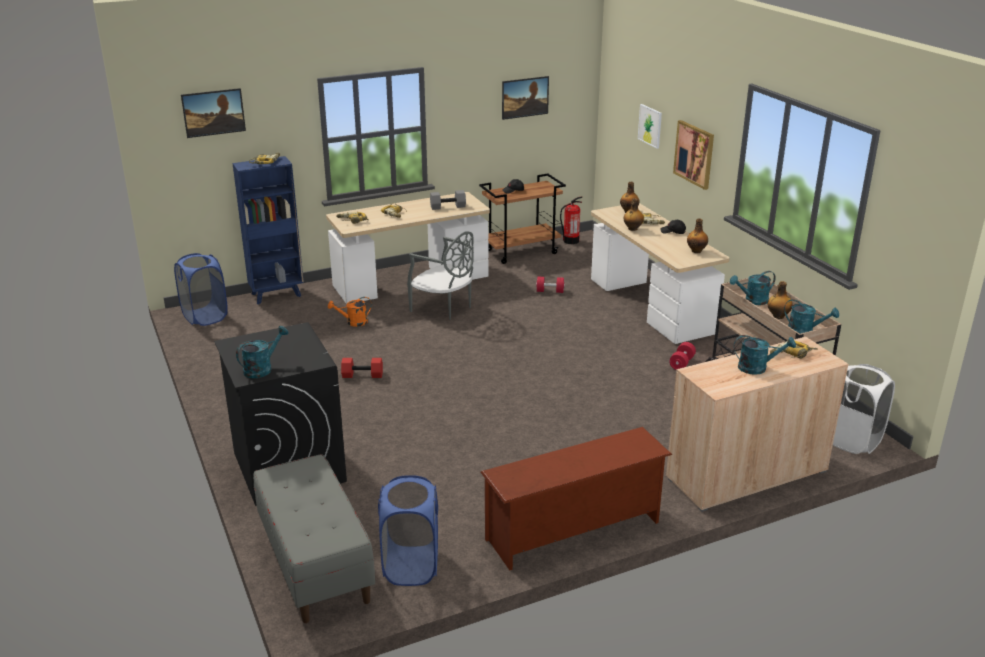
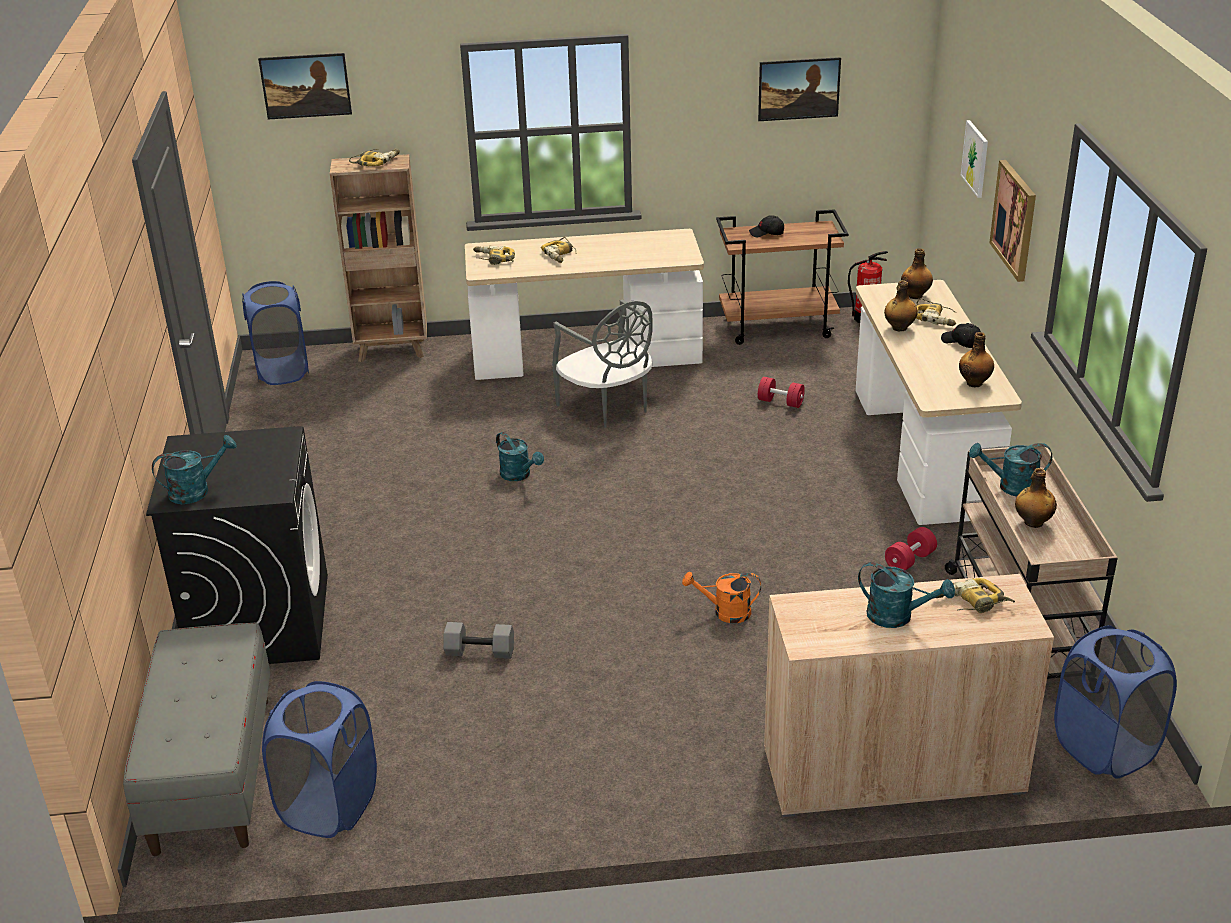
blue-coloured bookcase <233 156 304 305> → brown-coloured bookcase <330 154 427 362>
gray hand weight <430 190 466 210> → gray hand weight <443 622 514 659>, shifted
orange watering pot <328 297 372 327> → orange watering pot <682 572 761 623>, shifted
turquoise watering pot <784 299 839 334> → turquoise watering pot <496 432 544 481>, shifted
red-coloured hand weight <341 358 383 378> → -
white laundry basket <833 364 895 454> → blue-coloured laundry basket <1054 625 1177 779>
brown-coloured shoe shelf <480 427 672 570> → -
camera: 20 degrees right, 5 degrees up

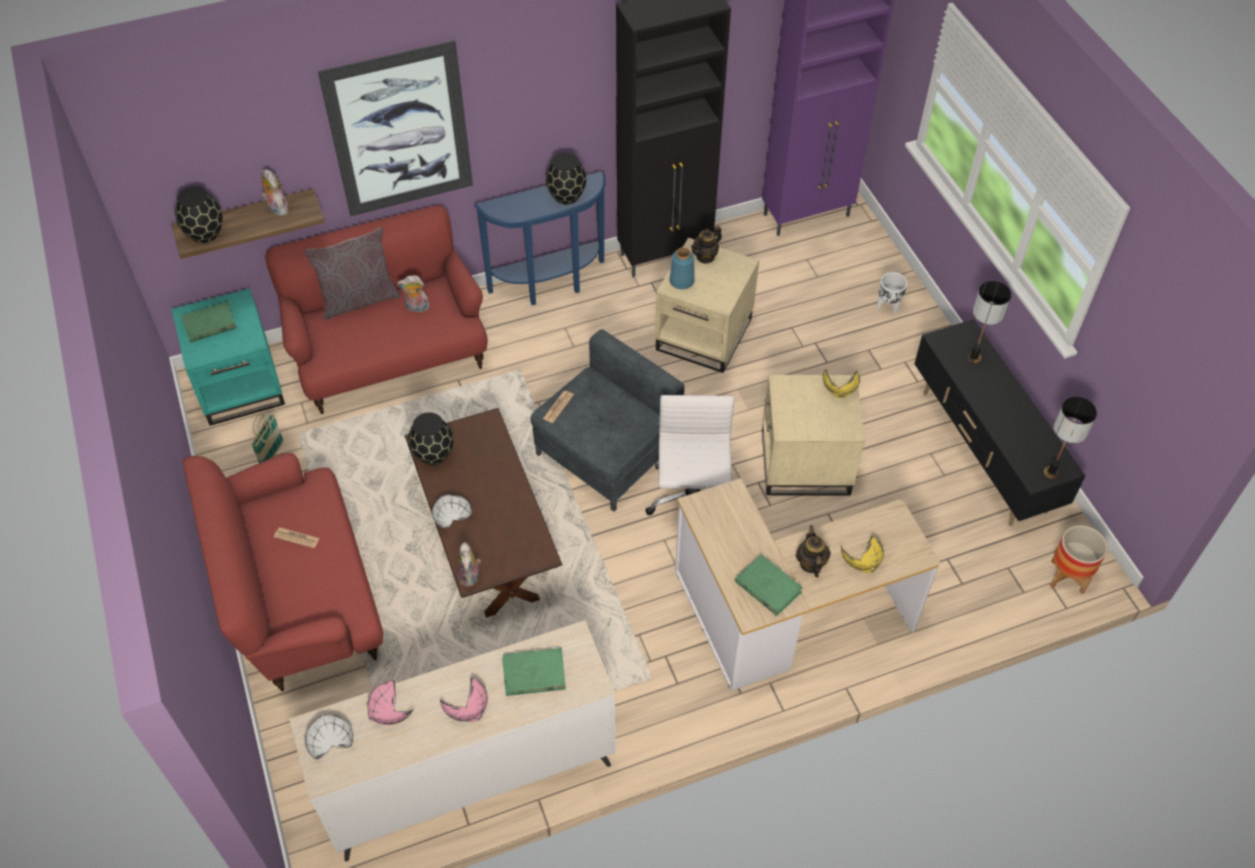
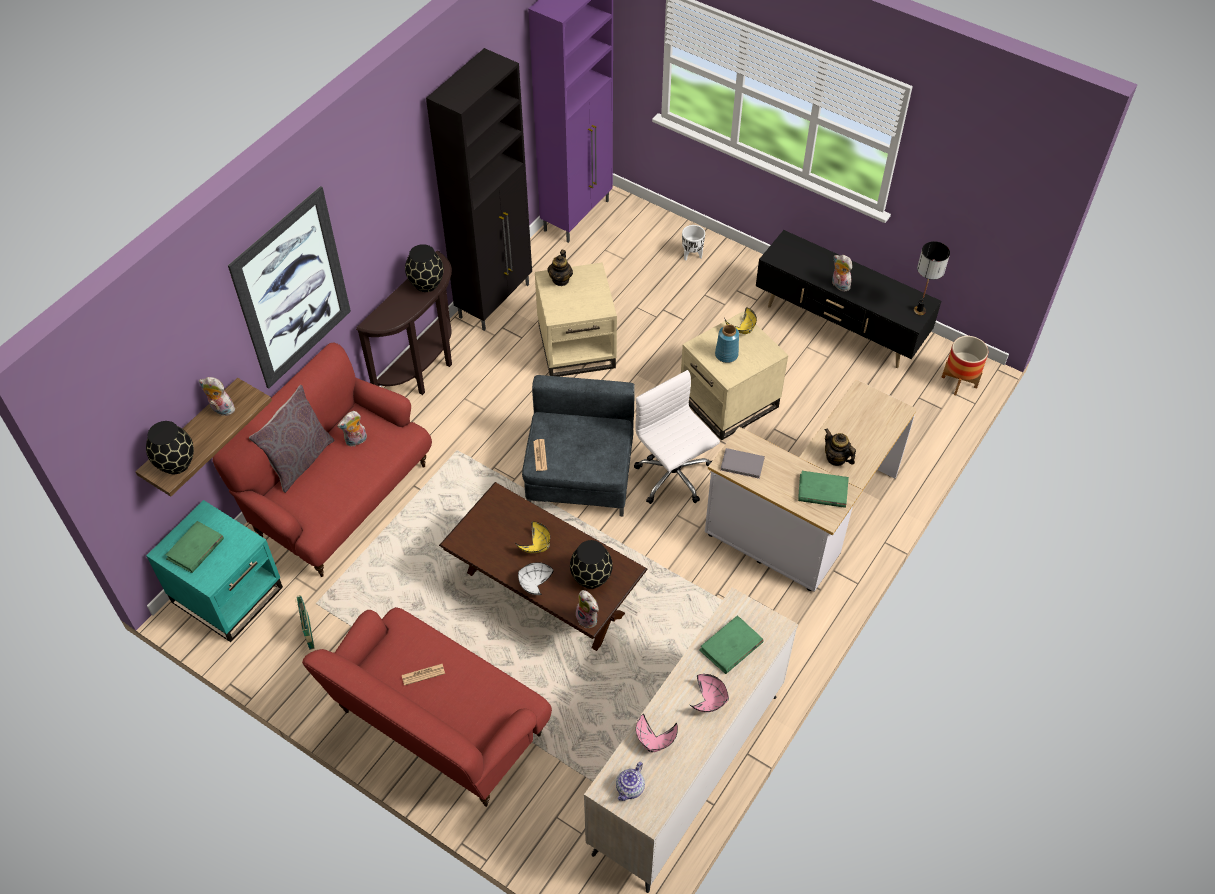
blue-coloured console table <474 171 606 305> → brown-coloured console table <356 251 452 395>
blue-coloured vase <669 247 695 290> → blue-coloured vase <715 324 739 363>, shifted
lamp for a table <967 281 1012 363> → -
black vase <408 412 454 465> → black vase <570 540 613 589>, shifted
yellowish serving bowl <841 536 884 573> → yellowish serving bowl <515 521 550 553>, shifted
white serving bowl <305 715 353 759> → tea pot <616 762 645 801>
- → cuddly toy <832 255 852 291>
- → gray bound book <721 448 765 479>
camera: 35 degrees left, 0 degrees up

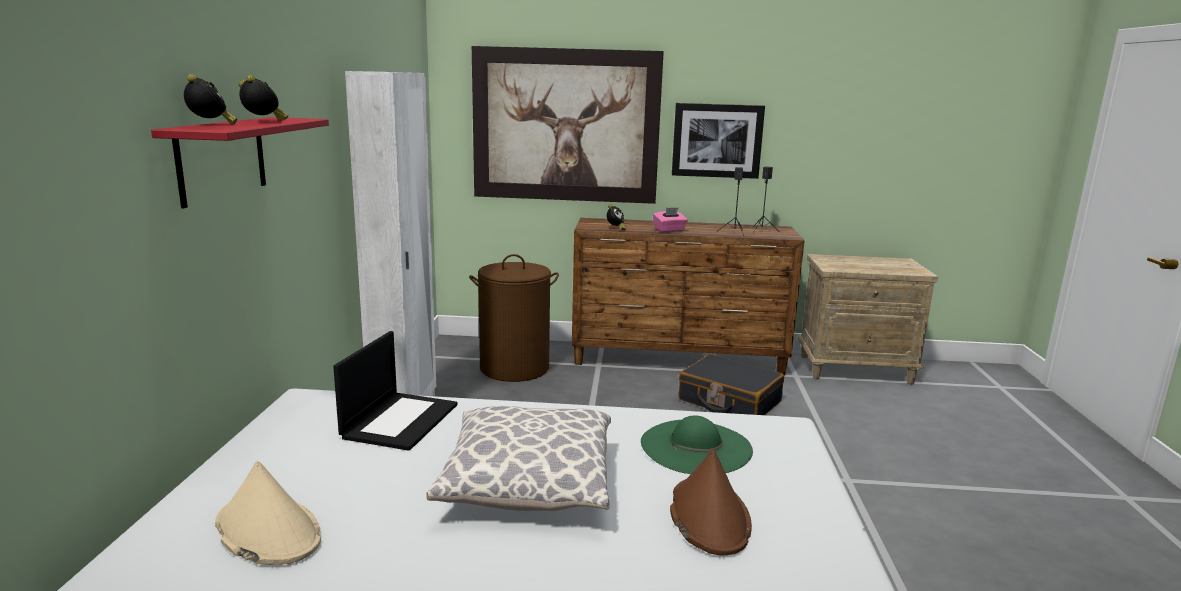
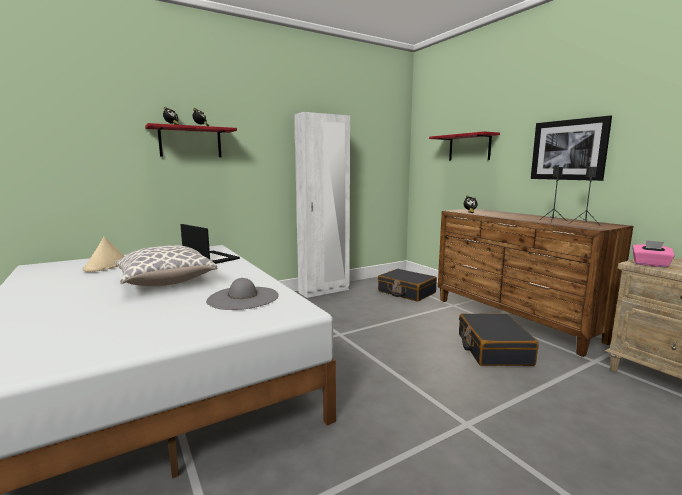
wall picture <472 46 664 204> → red-coloured bracket shelf <429 131 500 161>
pinkish tissue box <653 207 688 233> → pinkish tissue box <632 240 675 267>, shifted
brown-coloured laundry basket <469 254 559 382> → black travel case <378 269 437 302>
notebook computer <333 331 457 451> → notebook computer <180 224 240 264>, 120 degrees counterclockwise
green hat <641 416 753 474> → gray hat <206 278 279 310>
brown-coloured hat <670 449 752 555> → -
camera: 55 degrees right, 5 degrees down

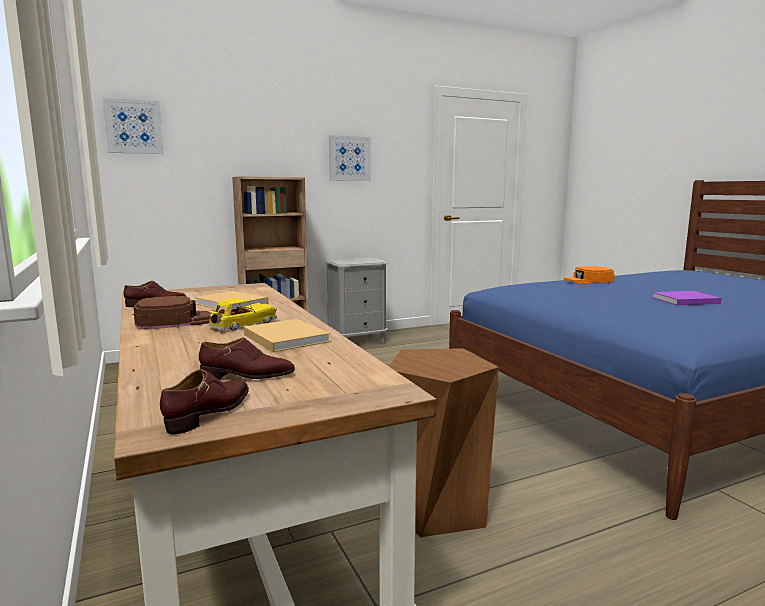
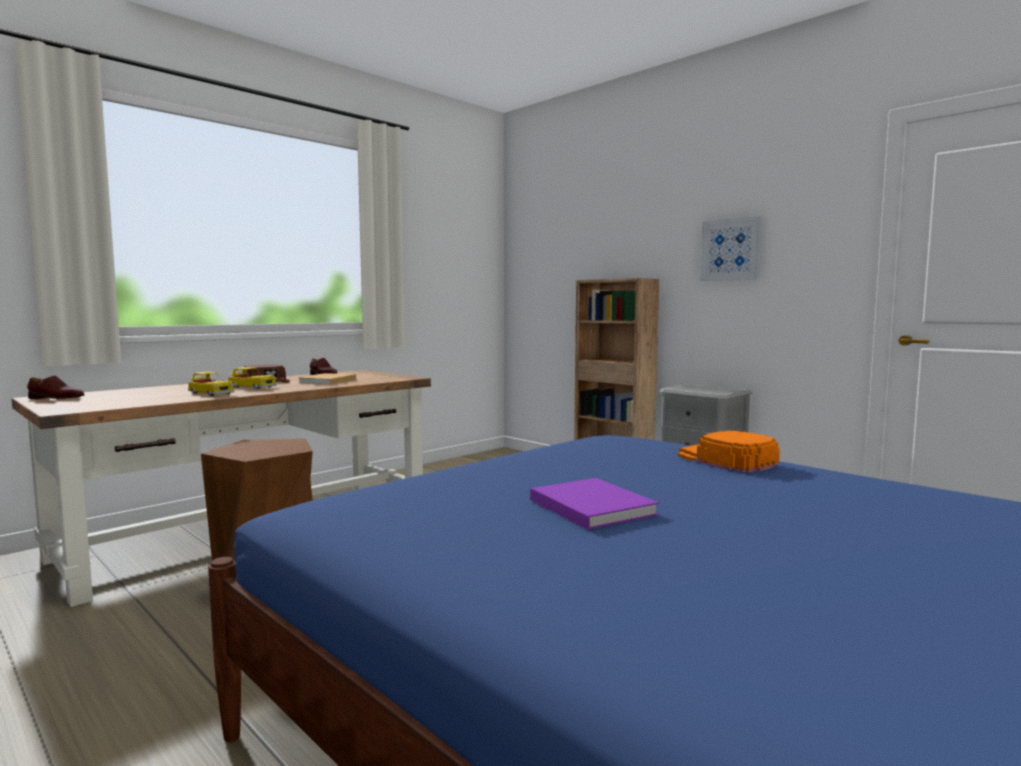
wall picture <102 98 164 154> → -
beige bound book <244 319 331 352> → model car <188 372 234 396>
brown-coloured low shoe <199 338 295 380> → -
camera: 70 degrees right, 5 degrees down

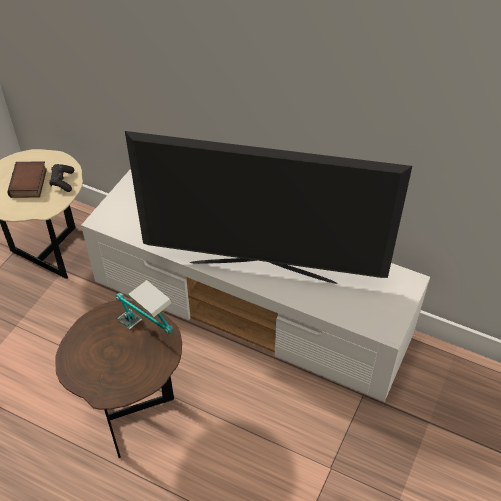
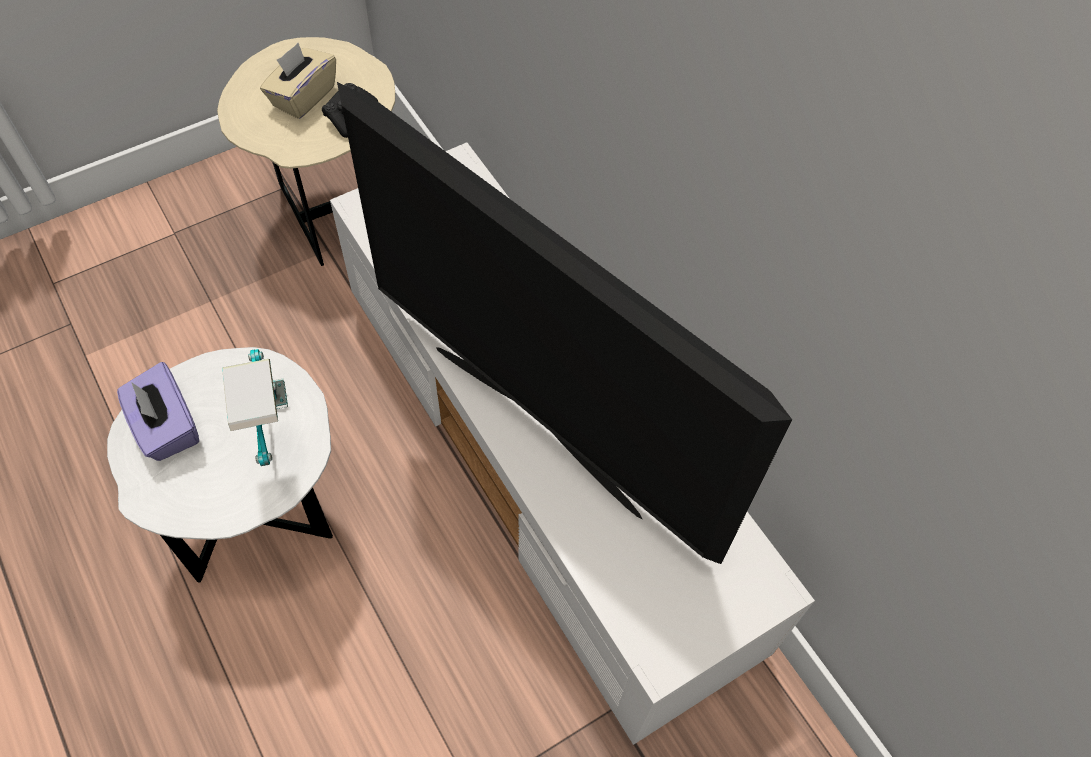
bound book <7 162 47 198> → beige tissue box <260 43 336 119>
brown-coloured side table <55 300 182 458> → white side table <107 347 333 583>
- → purple tissue box <117 362 199 461>
camera: 30 degrees right, 10 degrees up

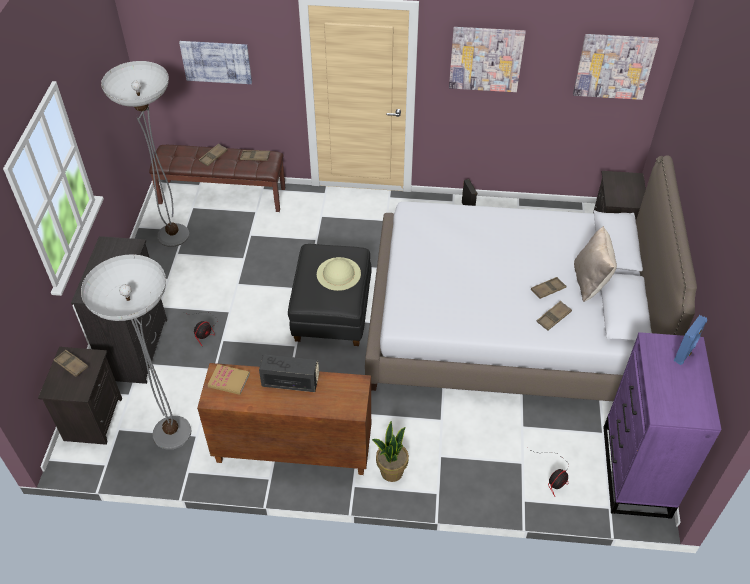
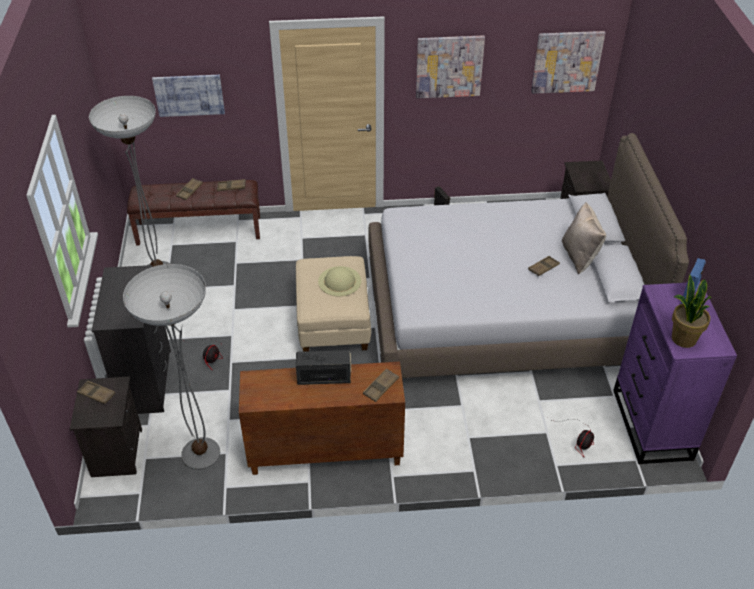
black pouffe <288 244 372 346> → beige pouffe <296 256 371 352>
brown-coloured carrying tray <536 301 572 331> → brown-coloured carrying tray <363 368 399 402>, shifted
bound book <208 364 250 395> → -
houseplant <372 421 409 482> → houseplant <672 275 712 348>, shifted
camera: 10 degrees left, 5 degrees down

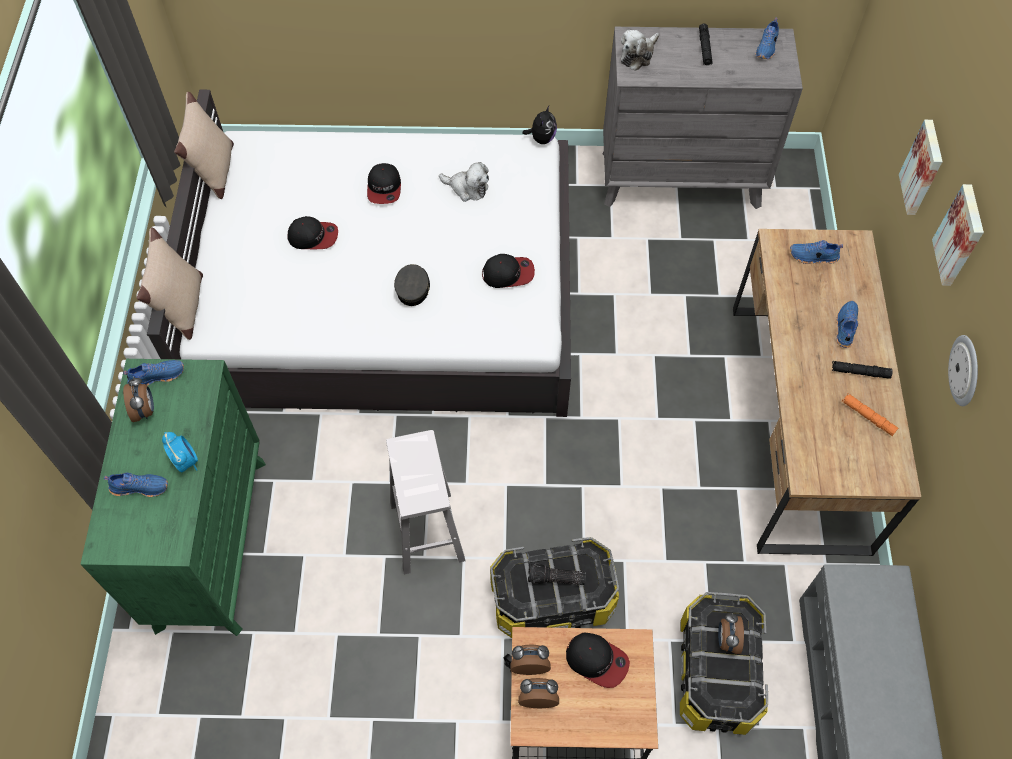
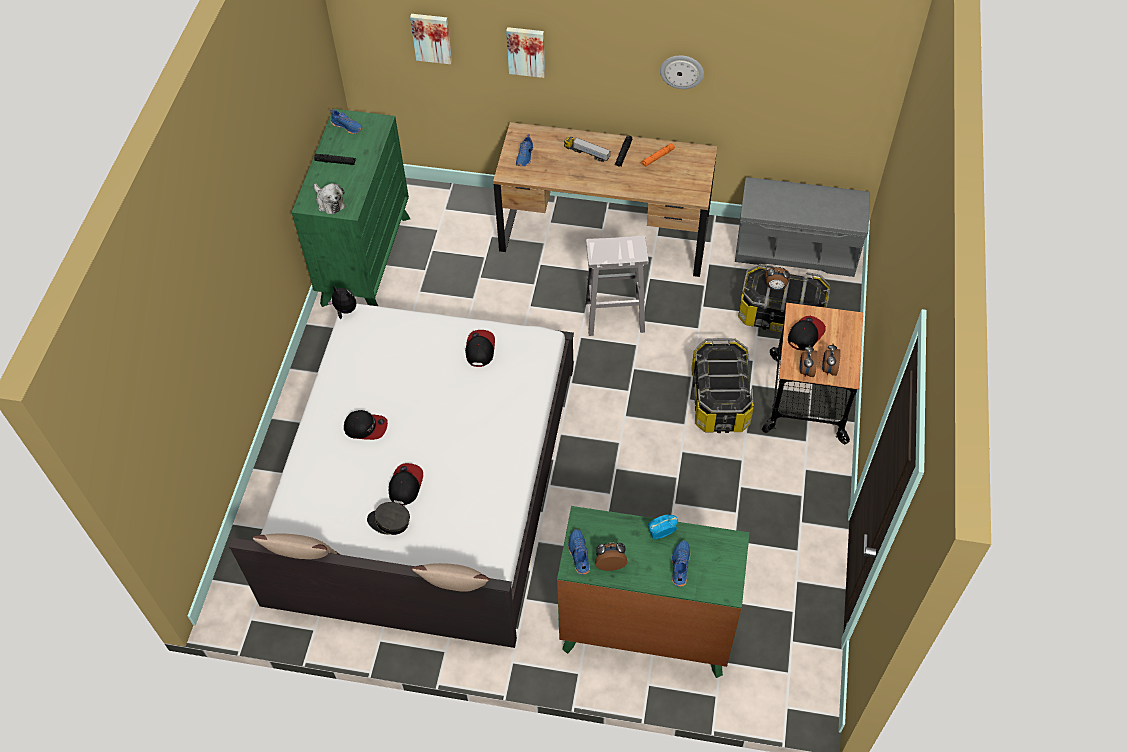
gray dresser <603 27 803 209> → green dresser <292 109 410 307>
cuddly toy <439 162 489 202> → -
wall picture <932 184 984 286> → wall picture <410 14 452 64>, shifted
gray peaked cap <394 264 430 306> → gray peaked cap <367 502 410 535>, shifted
blue-coloured low shoe <836 301 858 348> → model truck <564 137 611 162>
white stool seat <386 430 465 574> → white stool seat <585 235 649 336>, shifted
flashlight <528 563 586 585> → -
camera: 80 degrees left, 5 degrees down

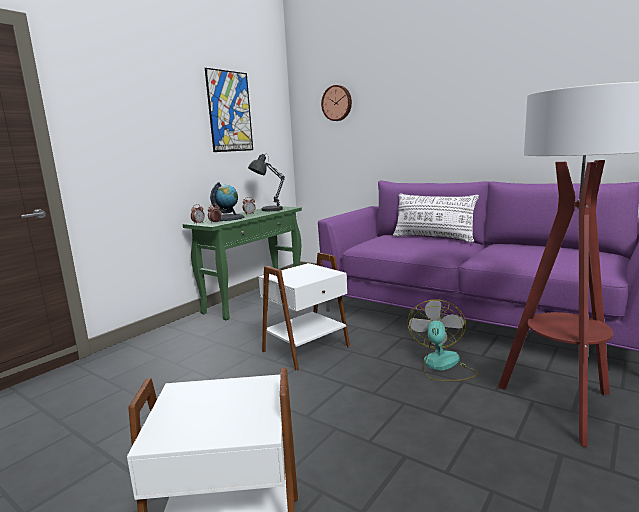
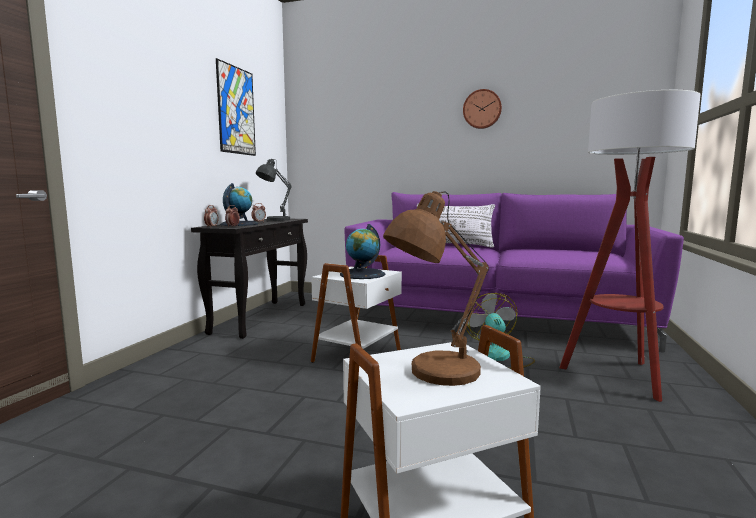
wall clock <321 85 352 121> → wall clock <463 89 502 129>, shifted
green console table <183 206 302 320> → black console table <191 219 308 339>
- → brown-coloured lamp for a table <383 191 489 386>
- → world globe <340 224 385 279>
camera: 20 degrees left, 5 degrees down

